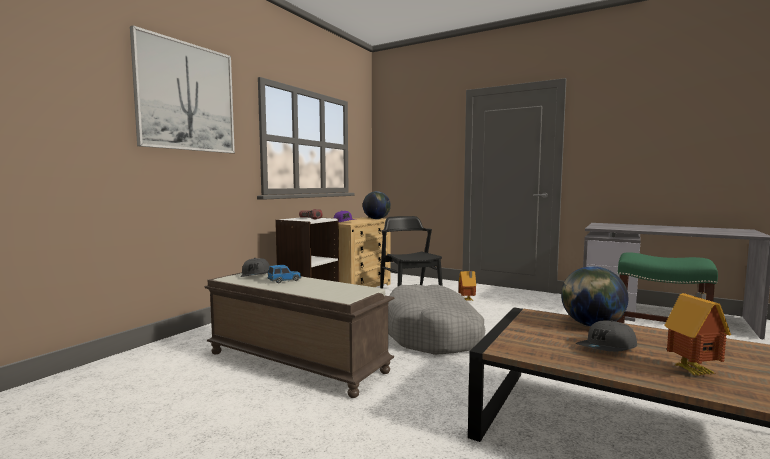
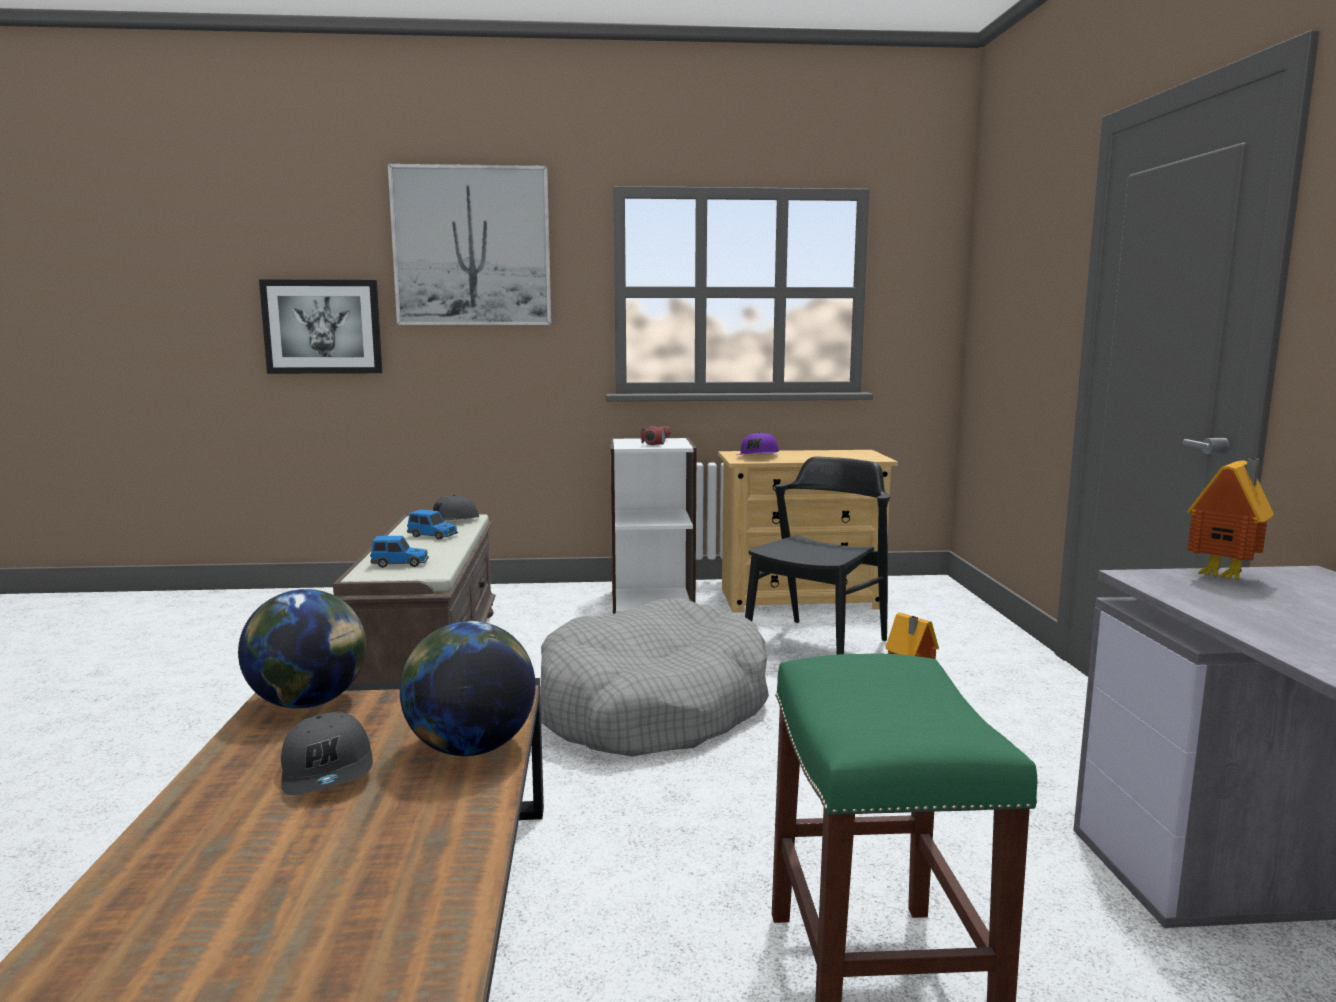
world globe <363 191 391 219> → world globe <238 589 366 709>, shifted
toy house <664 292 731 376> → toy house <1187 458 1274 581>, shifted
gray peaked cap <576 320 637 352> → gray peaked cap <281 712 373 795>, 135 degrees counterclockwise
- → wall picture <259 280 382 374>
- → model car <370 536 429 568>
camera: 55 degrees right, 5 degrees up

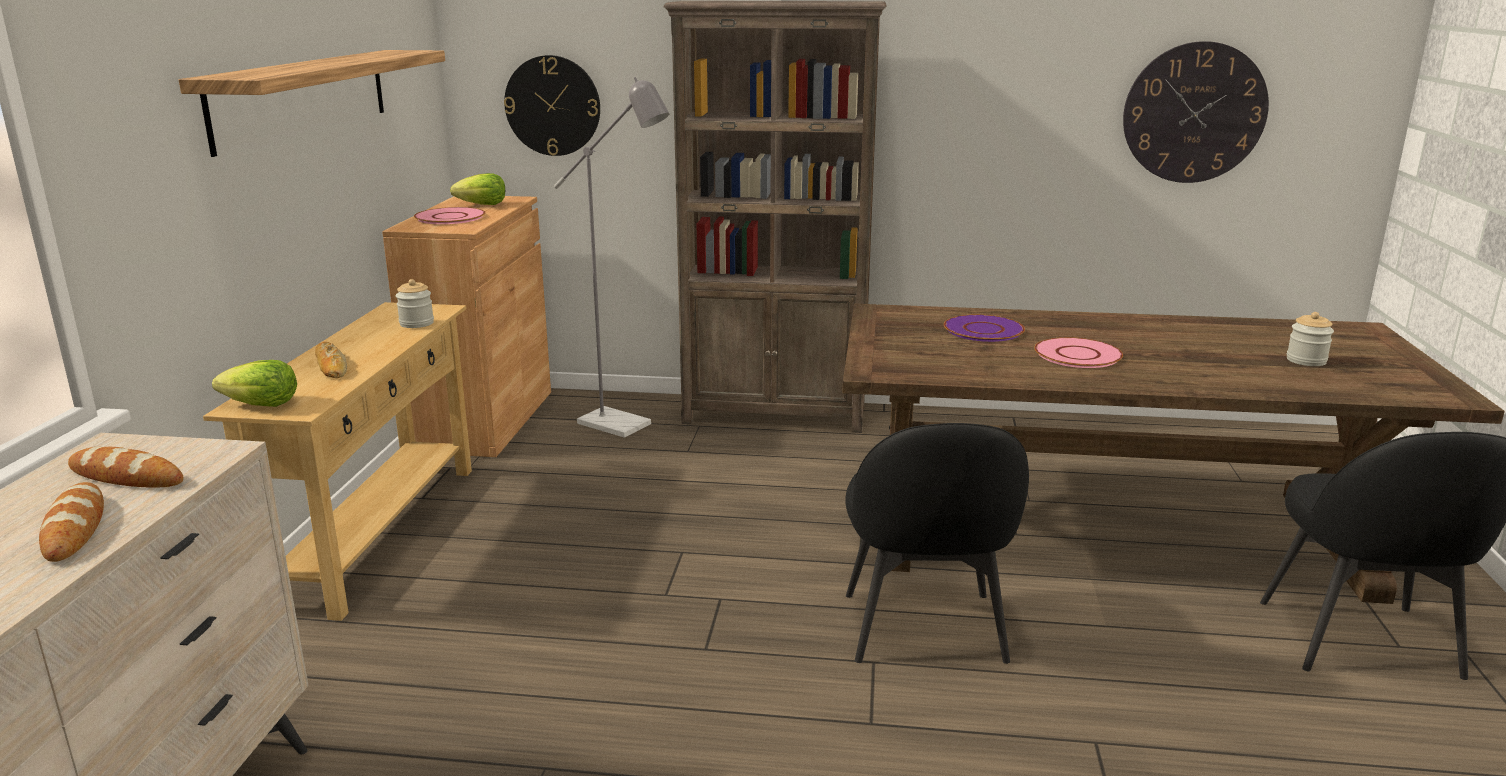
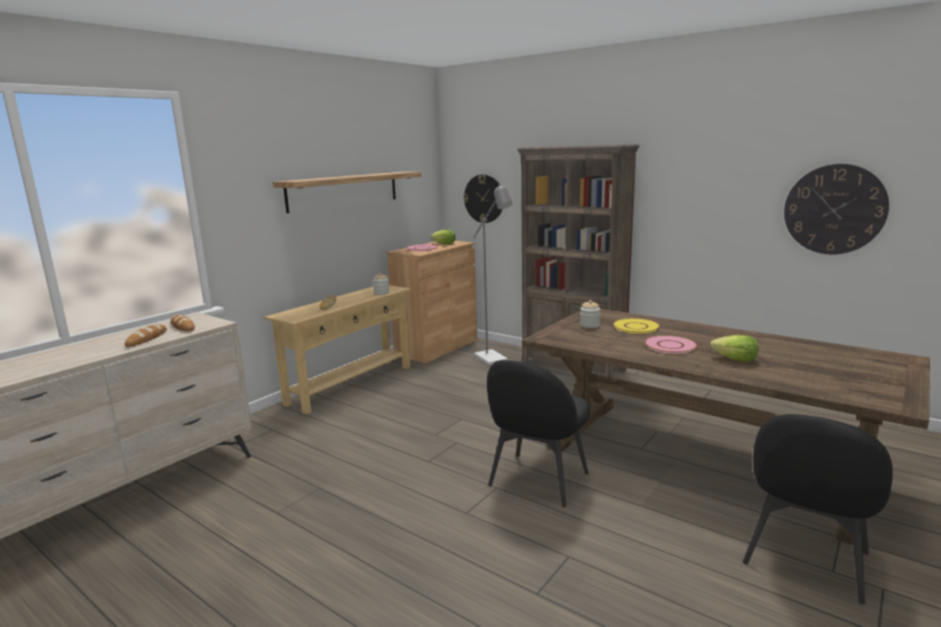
jar <1287 312 1334 366> → jar <580 300 600 328>, shifted
purple dinner plate <944 315 1025 342> → yellowish dinner plate <613 318 660 334>
head of lettuce <212 360 297 407> → head of lettuce <710 335 759 362>, shifted
camera: 30 degrees right, 5 degrees down

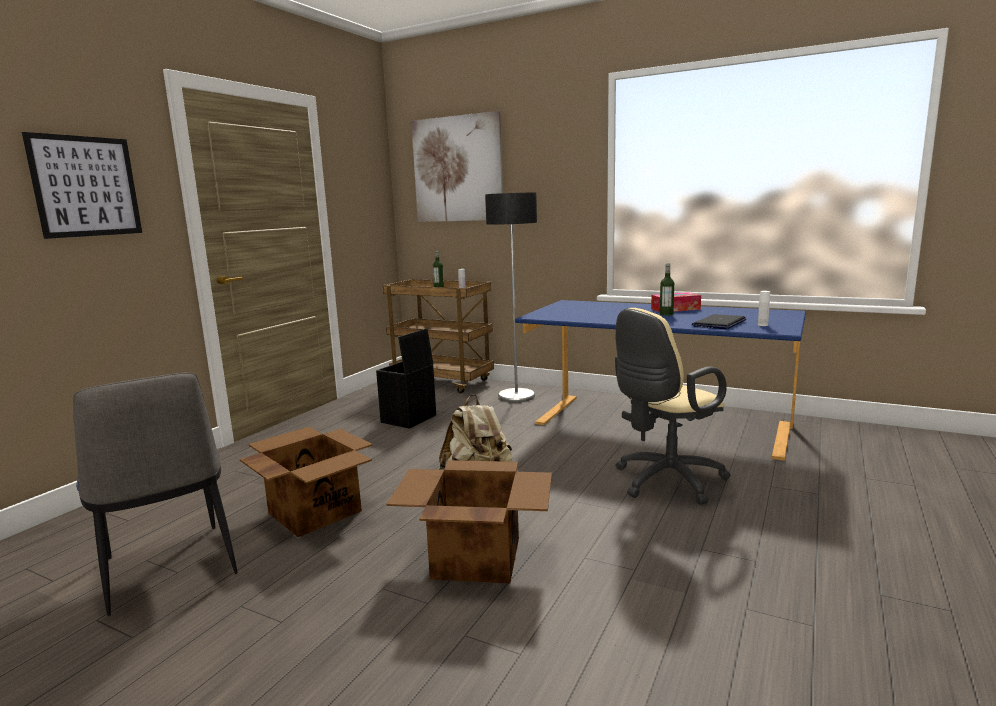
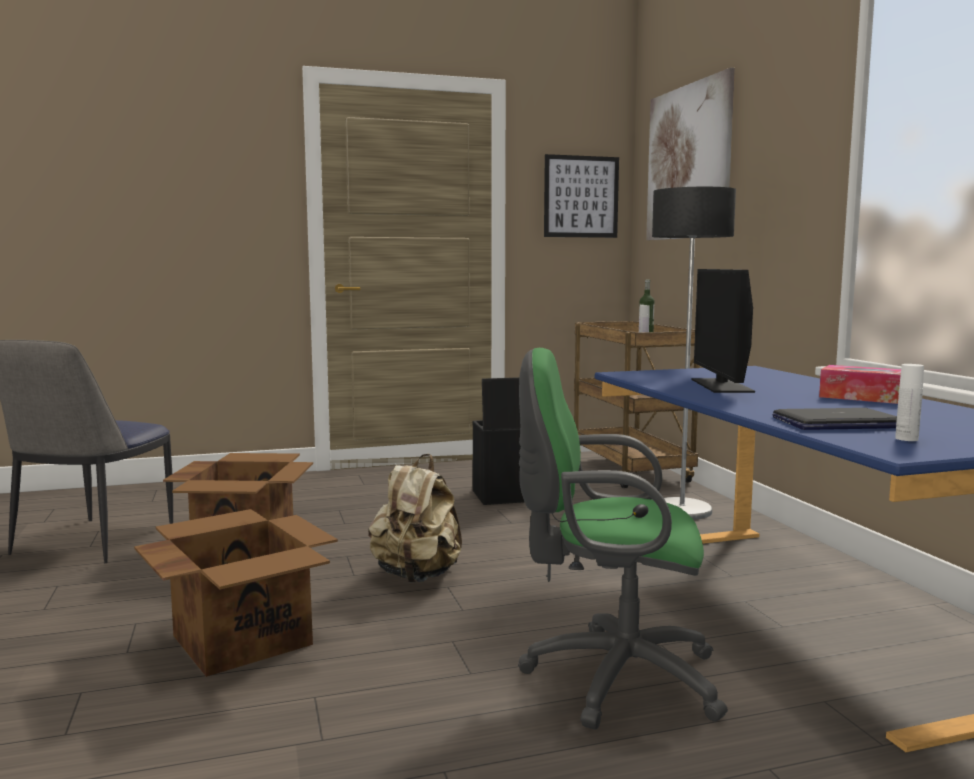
wall picture <22 132 142 239> → wall picture <544 154 619 238>, shifted
beverage bottle <660 263 674 316> → -
beige office chair <615 308 731 505> → green office chair <518 348 728 729>
- → computer screen <691 269 755 393>
camera: 45 degrees right, 5 degrees down

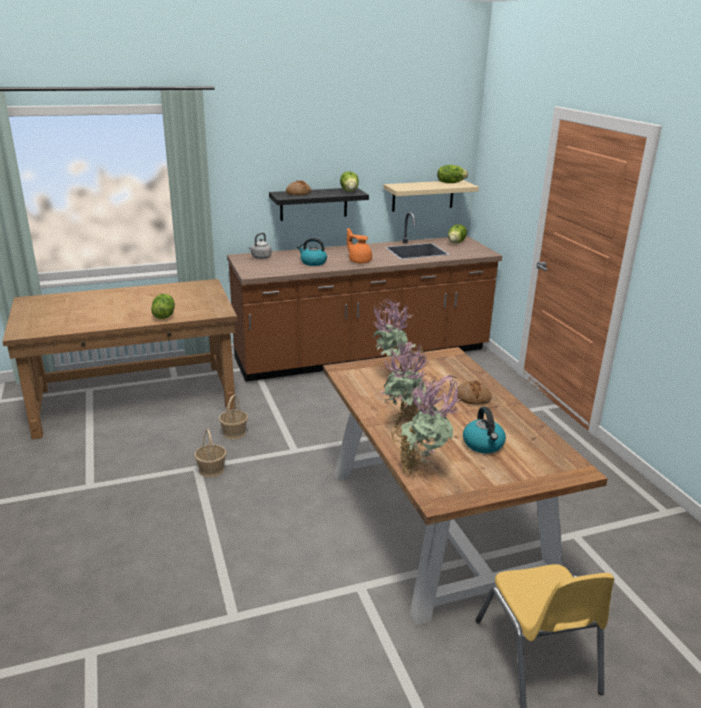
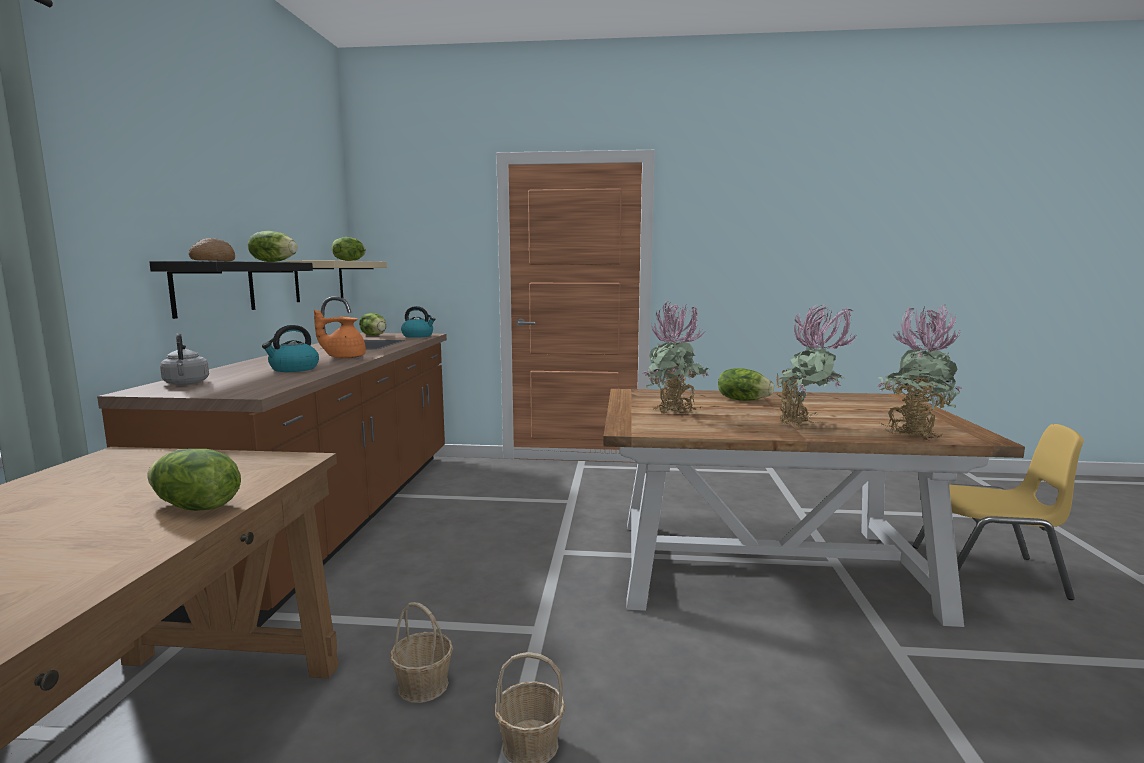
bread <457 380 491 404> → head of lettuce <718 368 774 401>
kettle <463 407 506 453> → kettle <401 306 436 338>, shifted
camera: 65 degrees left, 15 degrees down

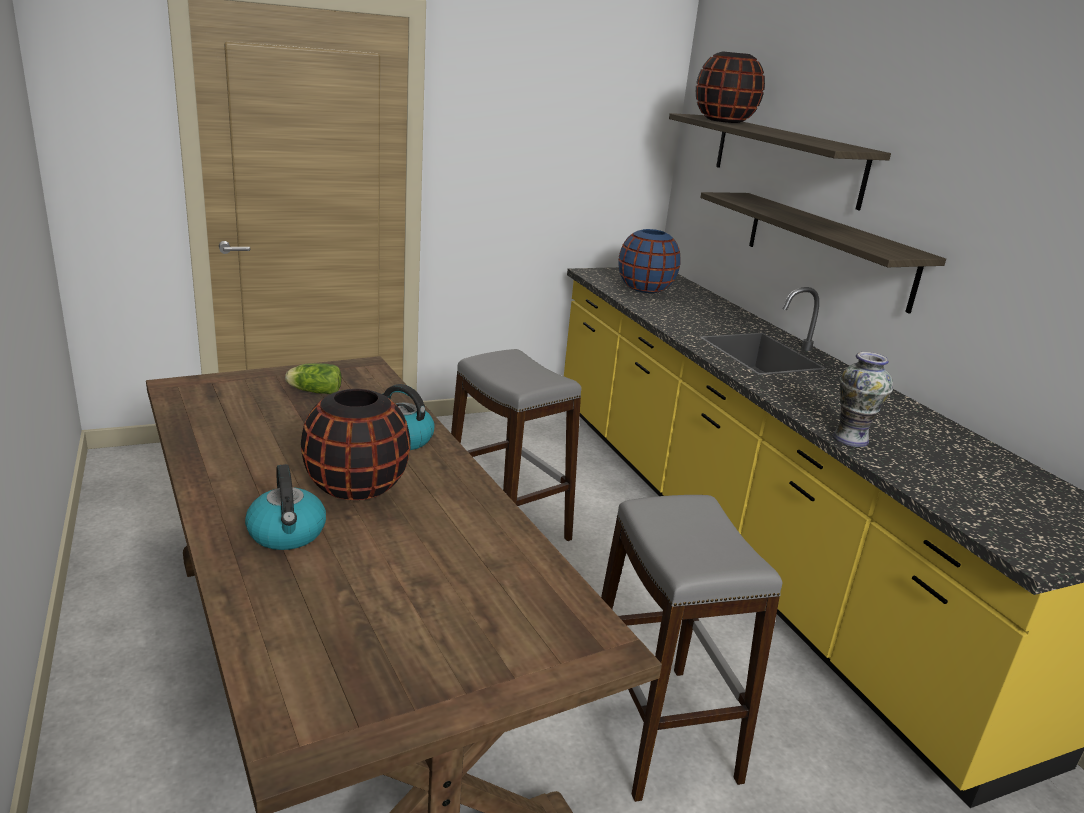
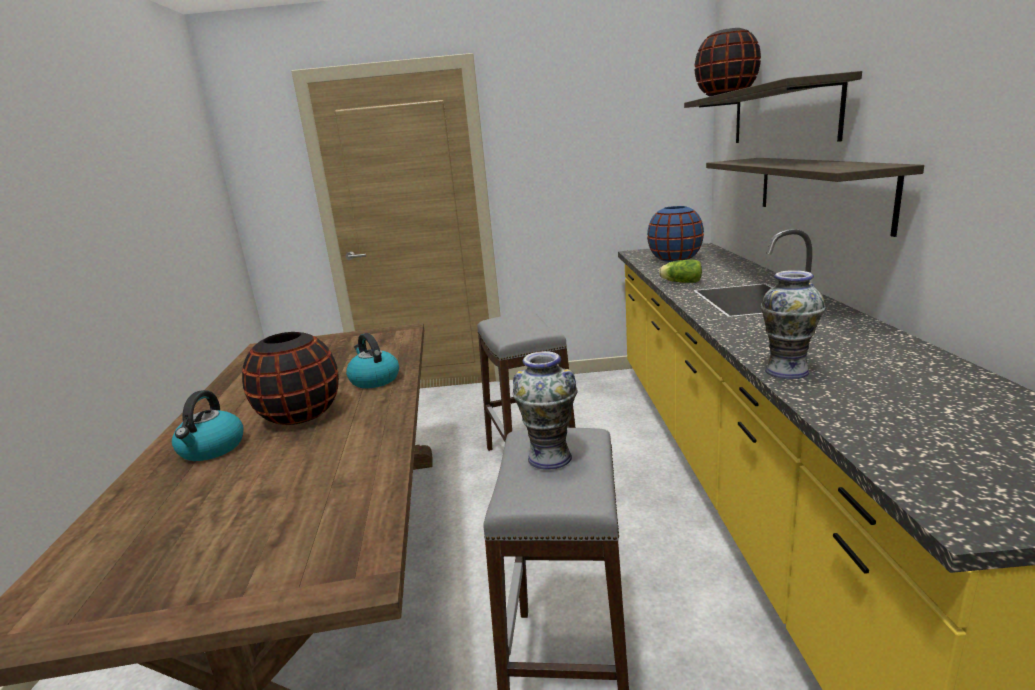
head of lettuce <285 363 342 394> → head of lettuce <659 259 702 283>, shifted
- → vase <513 351 578 470>
camera: 25 degrees right, 5 degrees down

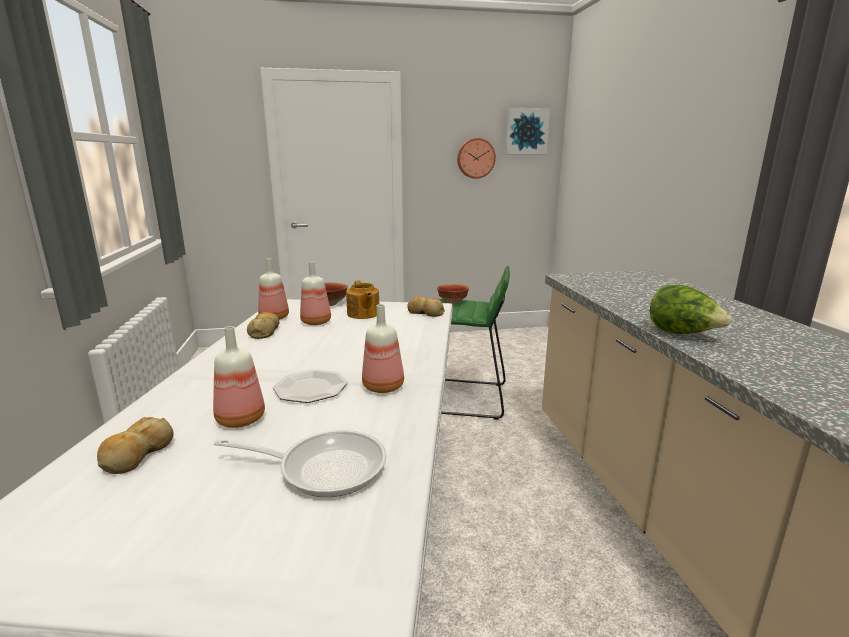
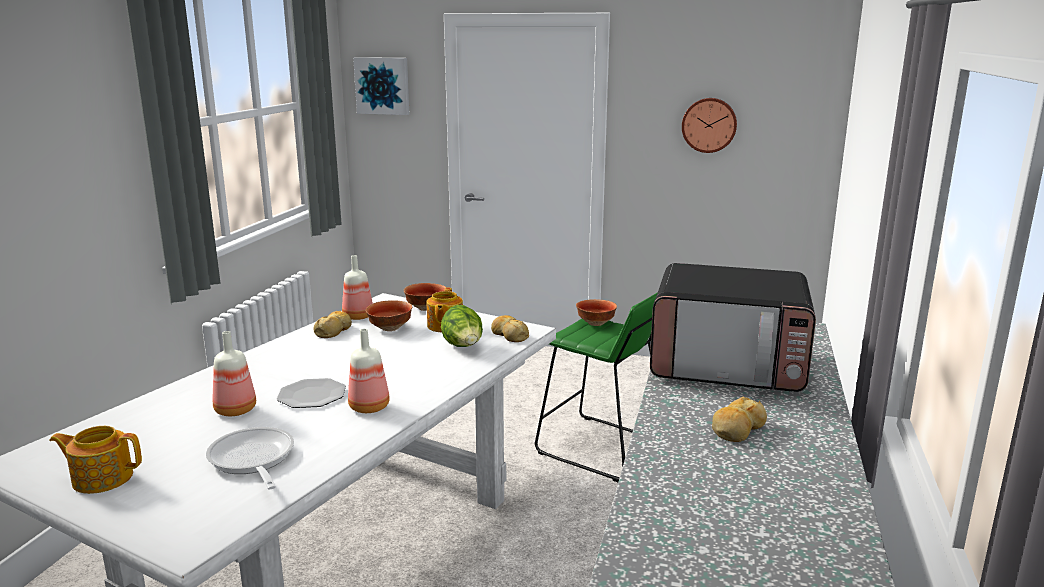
wall picture <505 108 550 154> → wall picture <353 57 409 115>, shifted
beverage bottle <300 261 331 325> → serving bowl <366 300 412 331>
head of lettuce <650 285 732 334> → head of lettuce <441 305 483 347>, shifted
bread <97 417 174 474> → bread <712 397 767 442>, shifted
skillet <214 430 387 497> → skillet <206 427 294 490>, 150 degrees counterclockwise
- → microwave oven <650 263 816 392>
- → tea pot <49 426 142 494>
camera: 25 degrees right, 0 degrees up

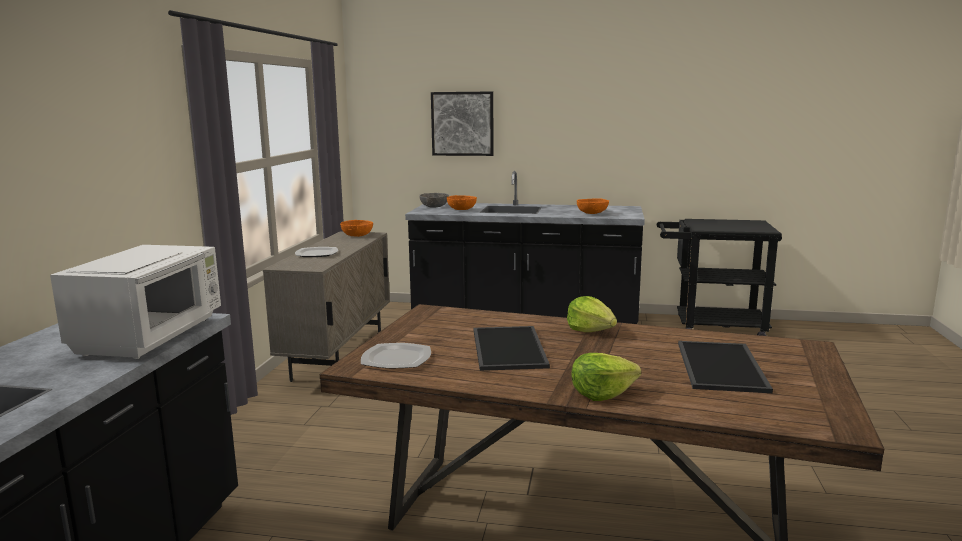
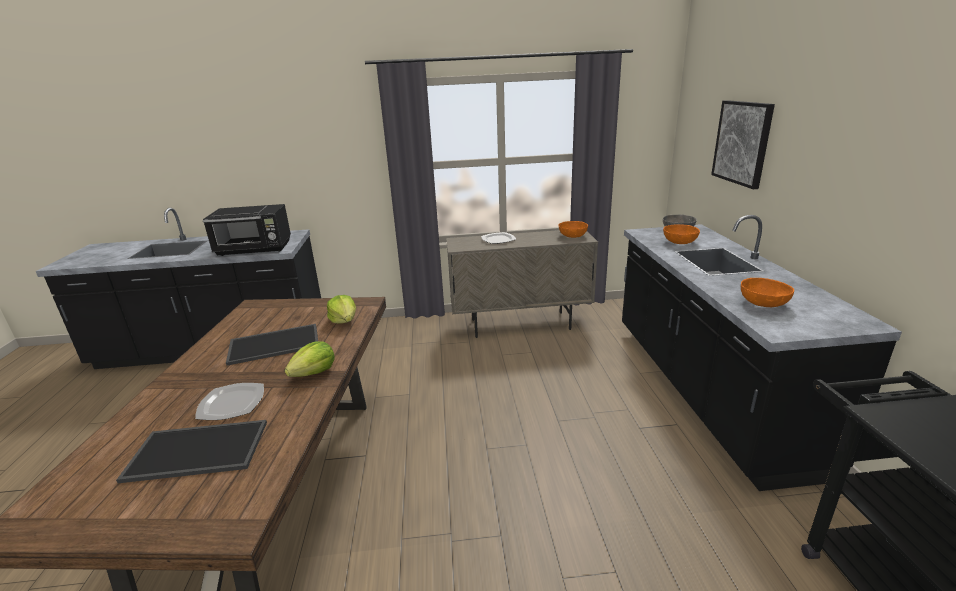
white microwave oven <50 245 221 359> → black microwave oven <203 204 291 256>
dinner plate <361 343 431 368> → dinner plate <195 383 264 420>, shifted
head of lettuce <571 353 641 401> → head of lettuce <327 295 356 324>, shifted
camera: 75 degrees right, 10 degrees up

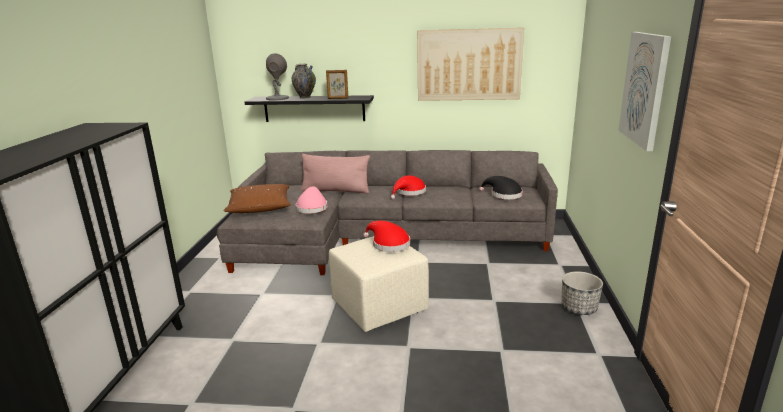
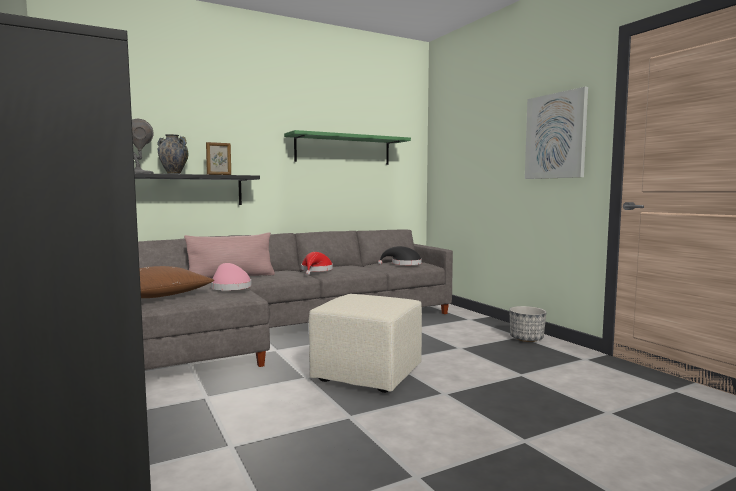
wall picture <417 28 524 101> → green bracket shelf <284 130 411 165>
red-coloured hat <363 221 410 252> → -
camera: 35 degrees left, 15 degrees down

